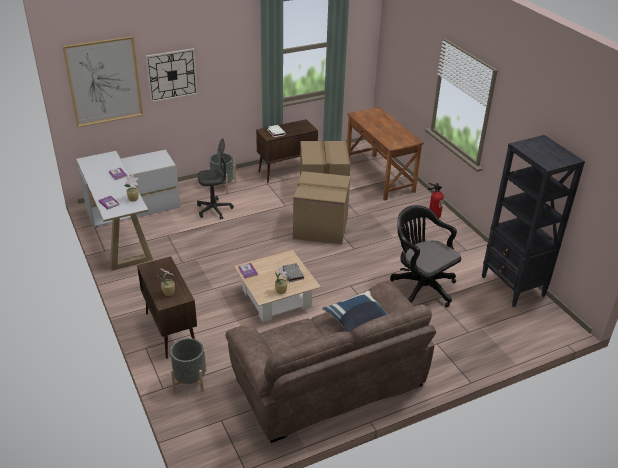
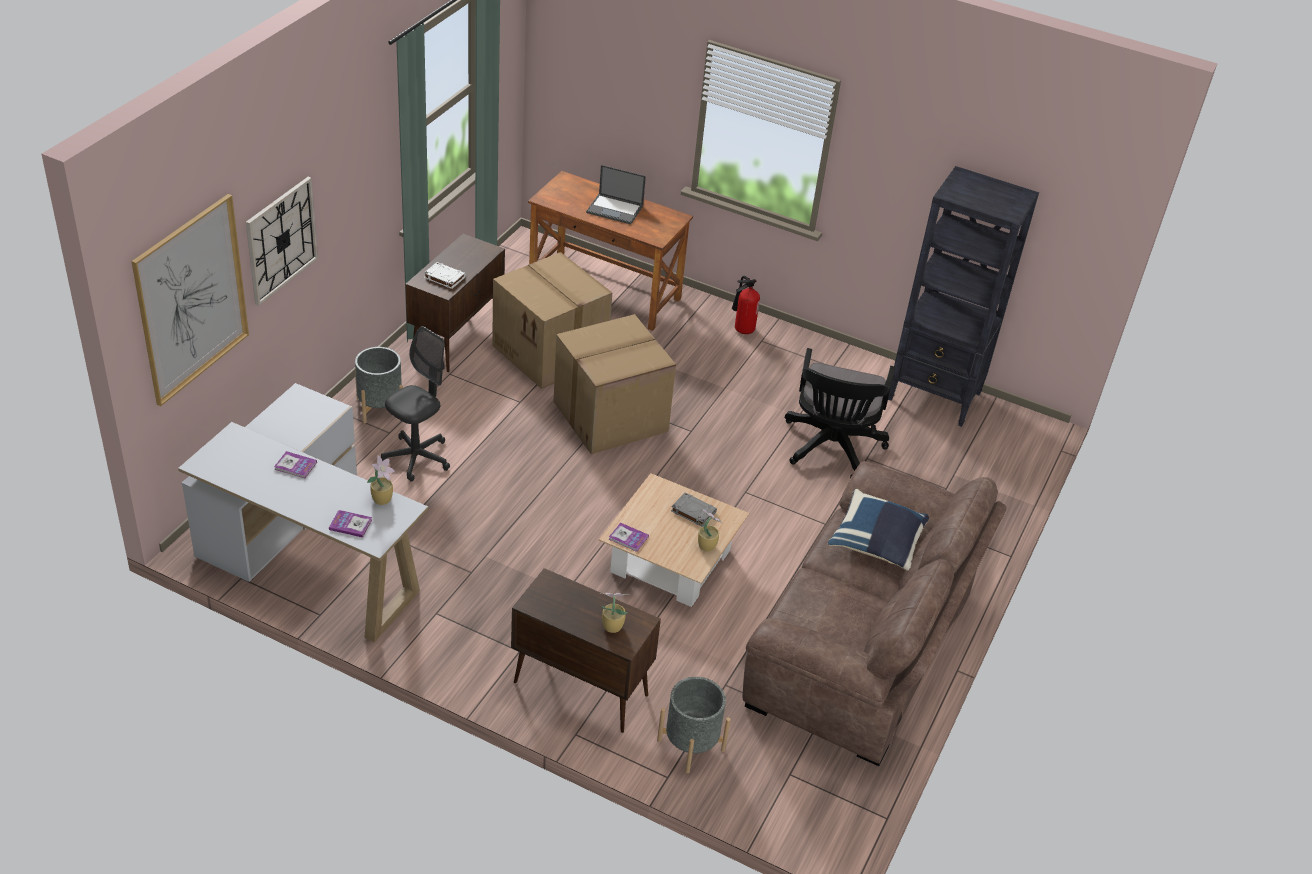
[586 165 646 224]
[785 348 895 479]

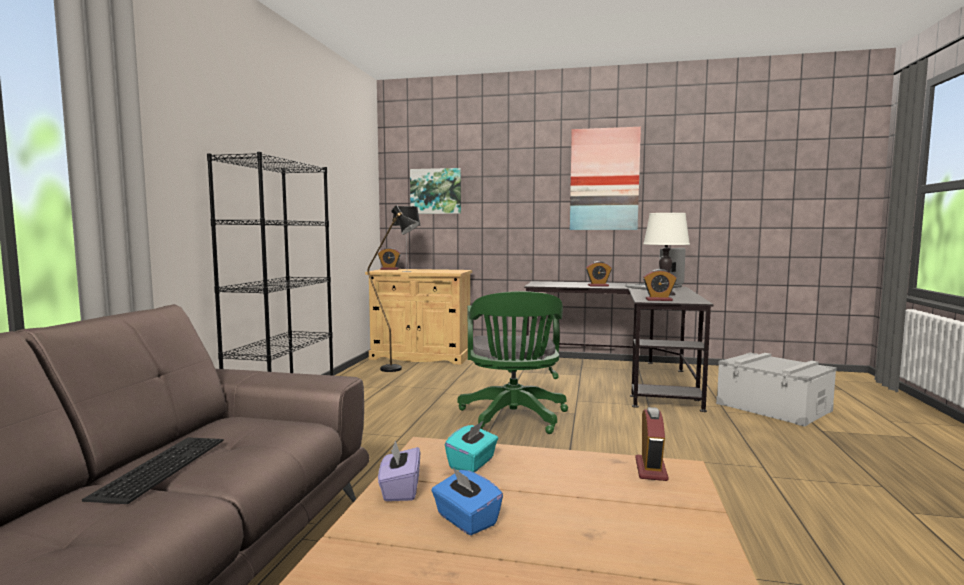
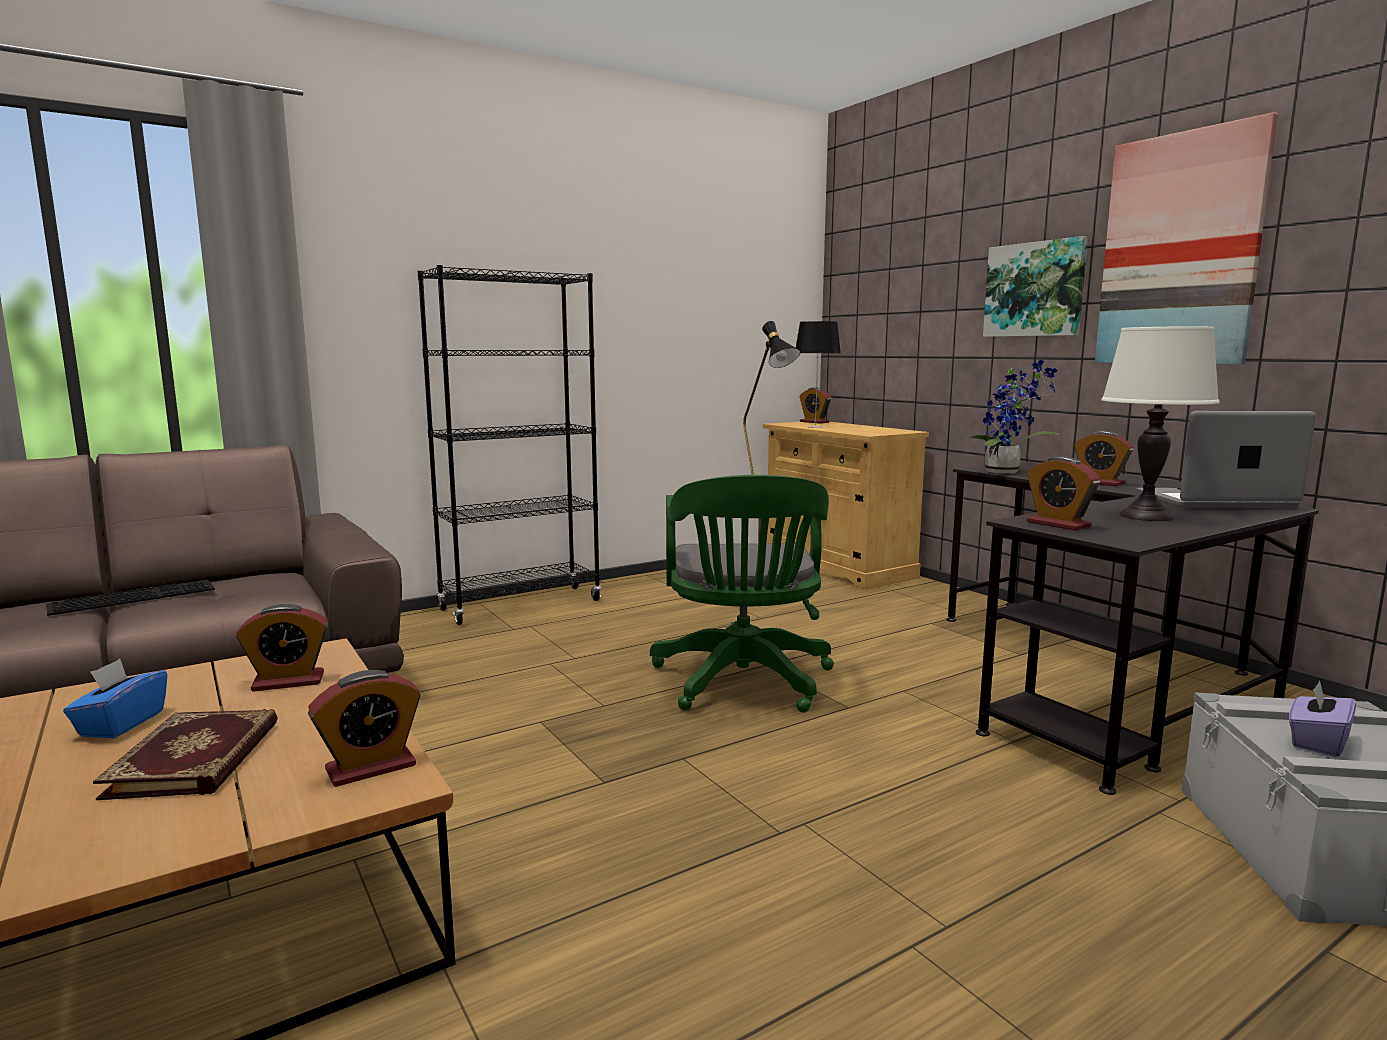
[93 709 278 800]
[236 604 328 692]
[650 475 834 713]
[970 360 1060 473]
[983 236 1088 337]
[1289 680 1356 757]

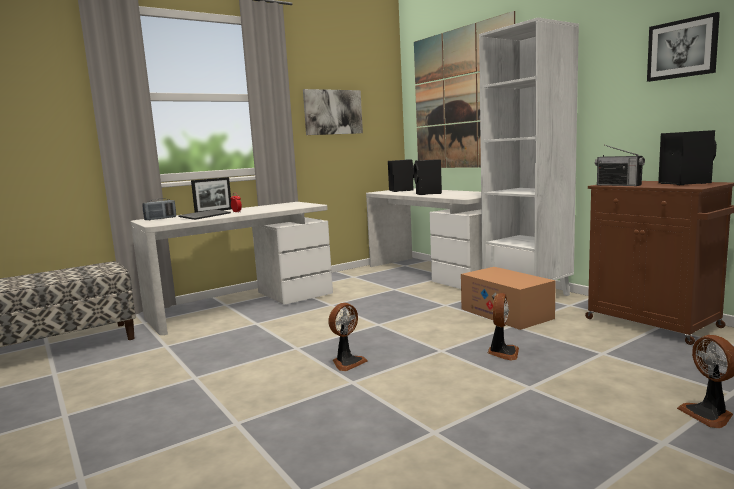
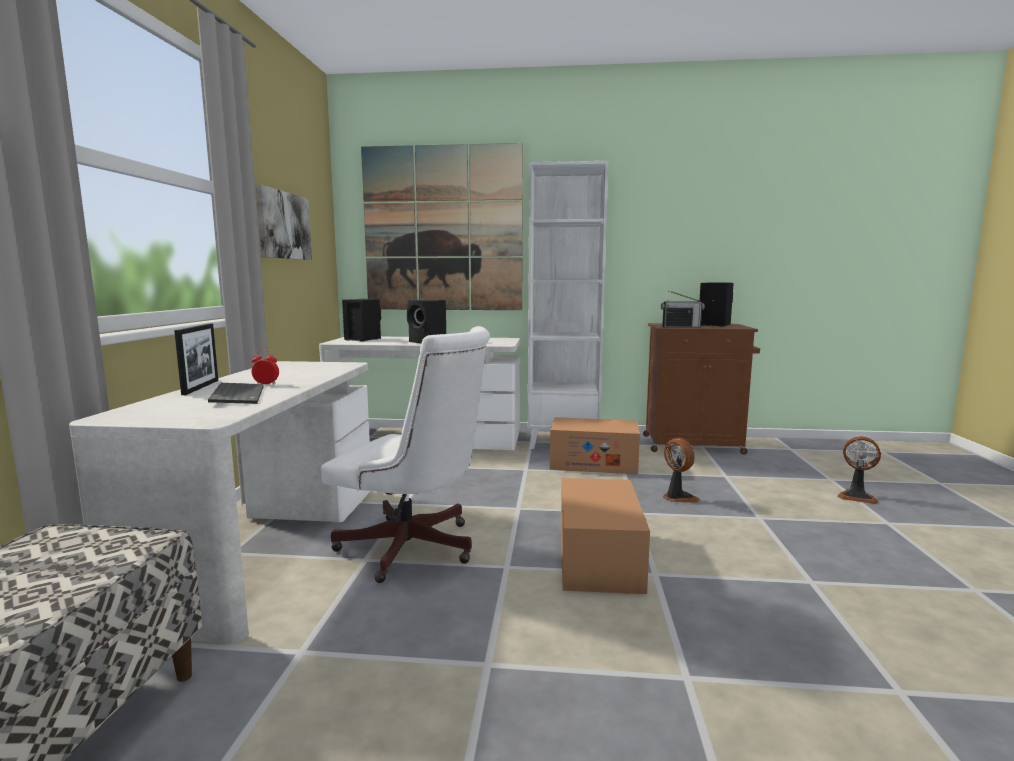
[321 326 490 583]
[561 478 650 594]
[142 198 176 220] (first image)
[647 12 720 82] (first image)

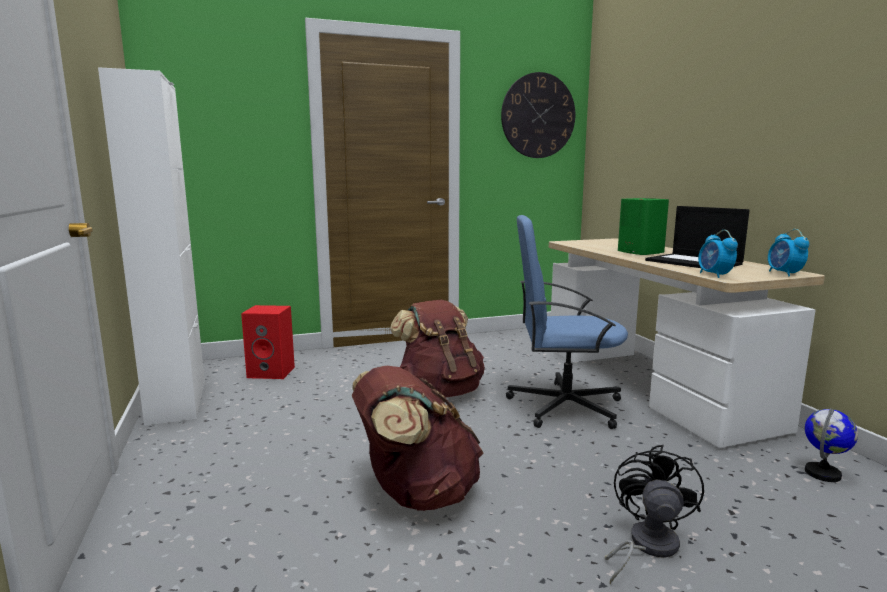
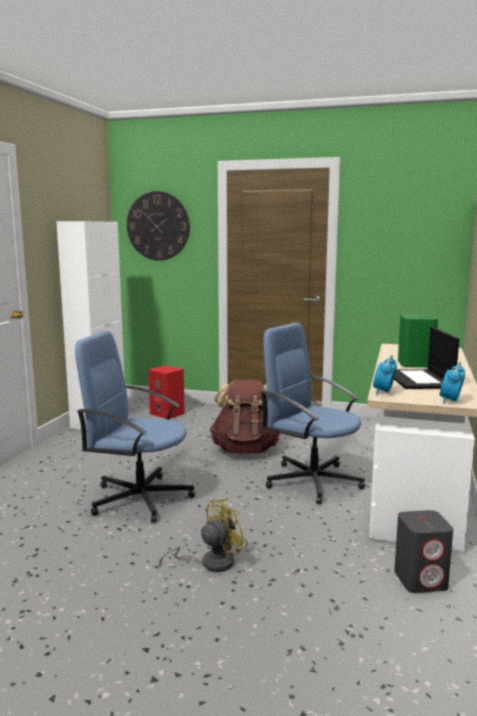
[75 331 195 523]
[127 191 190 261]
[159 498 248 572]
[394 510 453 593]

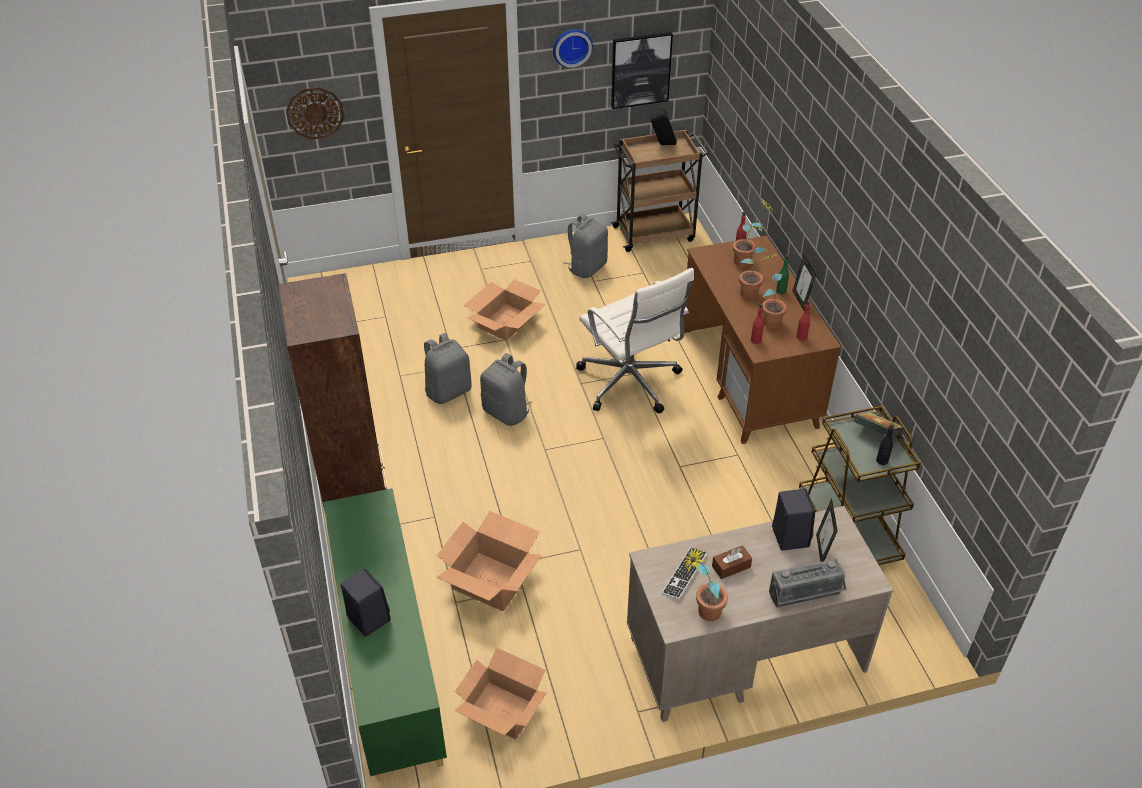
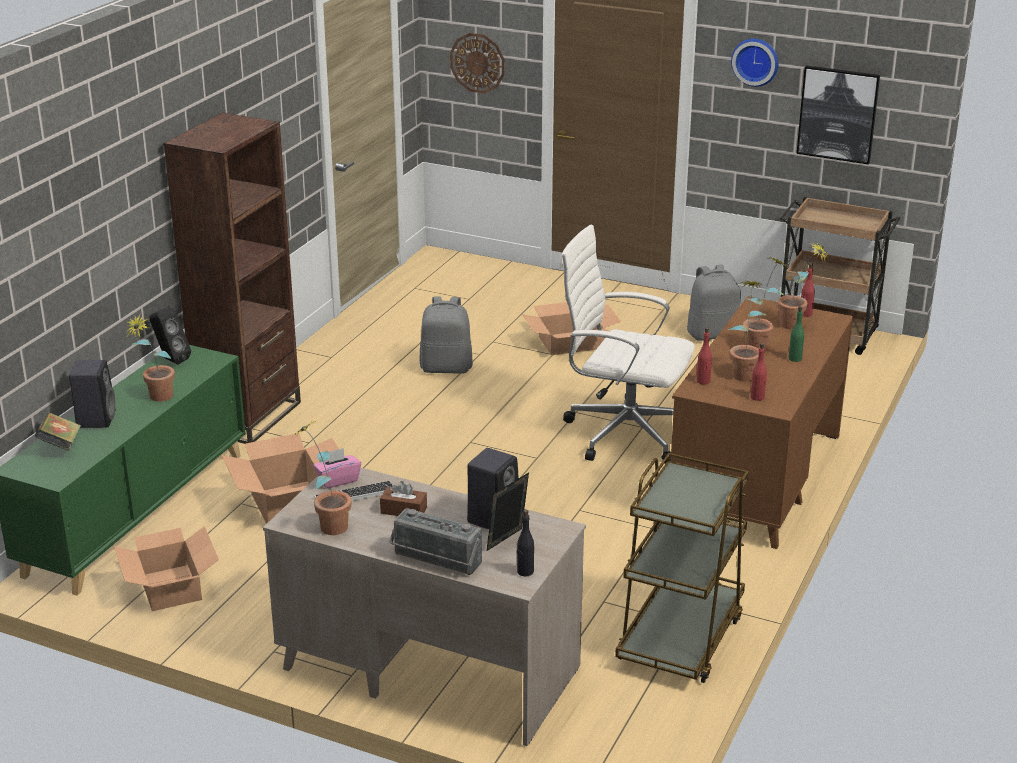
[35 412 81 451]
[126 315 175 402]
[149 307 191 364]
[313 448 361 489]
[517 510 534 576]
[560 225 695 464]
[480 353 532 426] (first image)
[793 255 816 310] (first image)

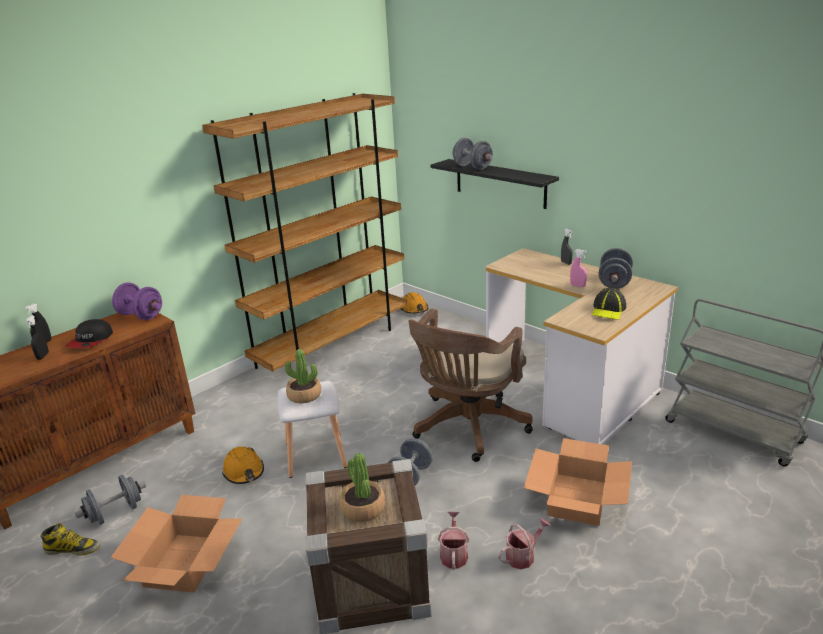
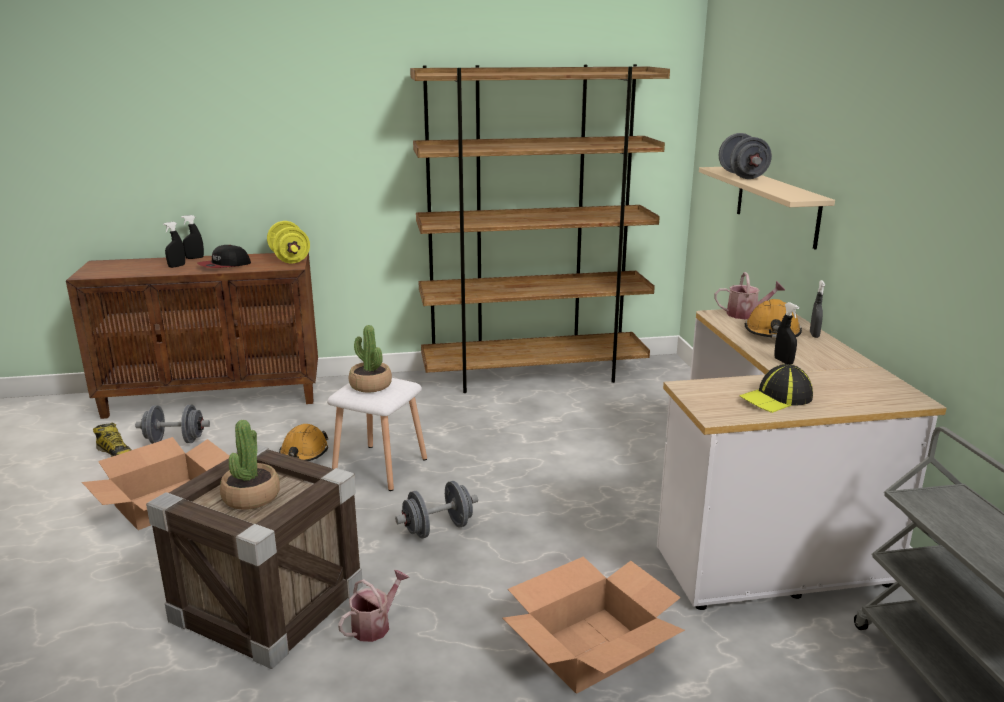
[267 221 310 264]
[699 167 835 249]
[715 272 785 319]
[745 299 802 338]
[774 302 799 364]
[408 308 533 462] (first image)
[598 248 633 289] (first image)

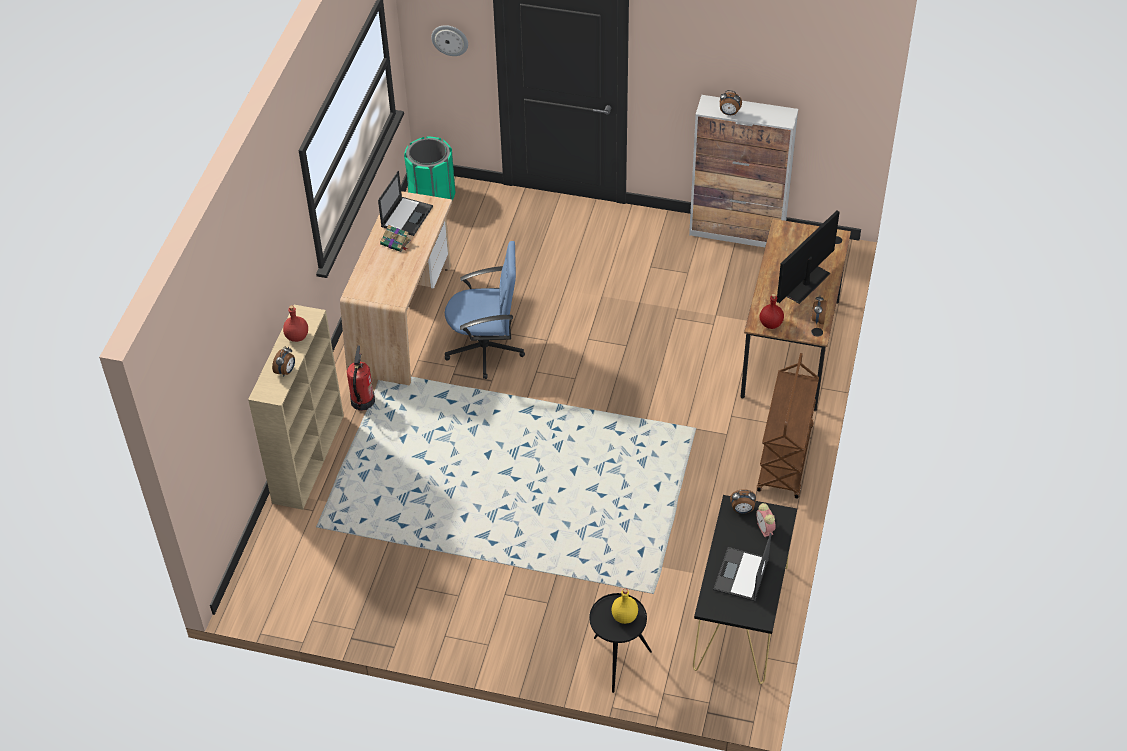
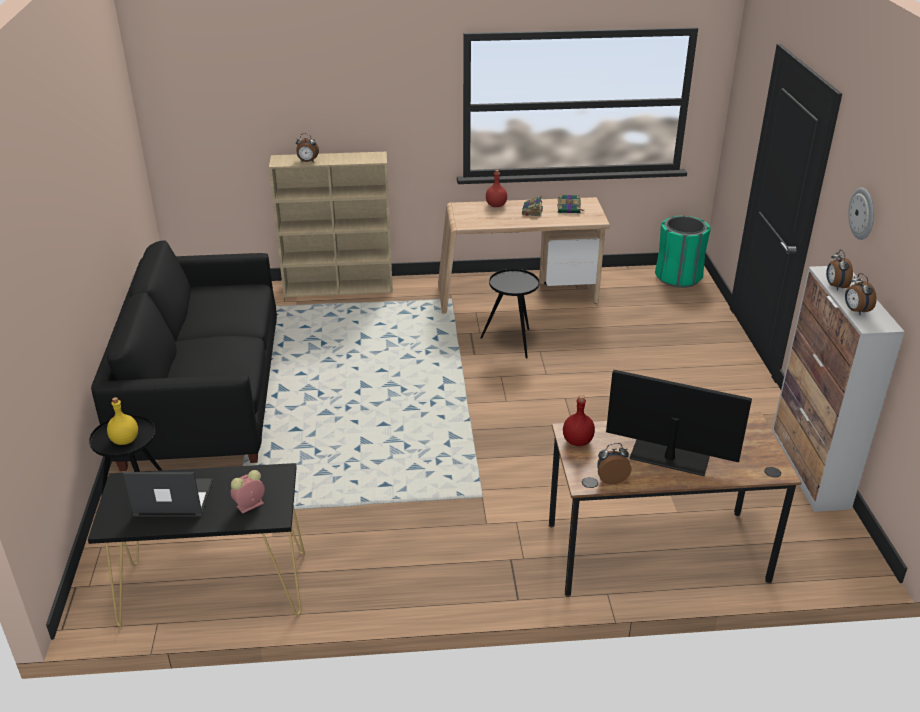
[91 240 277 471]
[481 269 539 358]
[486 170 507 207]
[557 195 584 213]
[845 273 877 315]
[848 188 874 240]
[347 345 375 411] (first image)
[757 353 819 499] (first image)

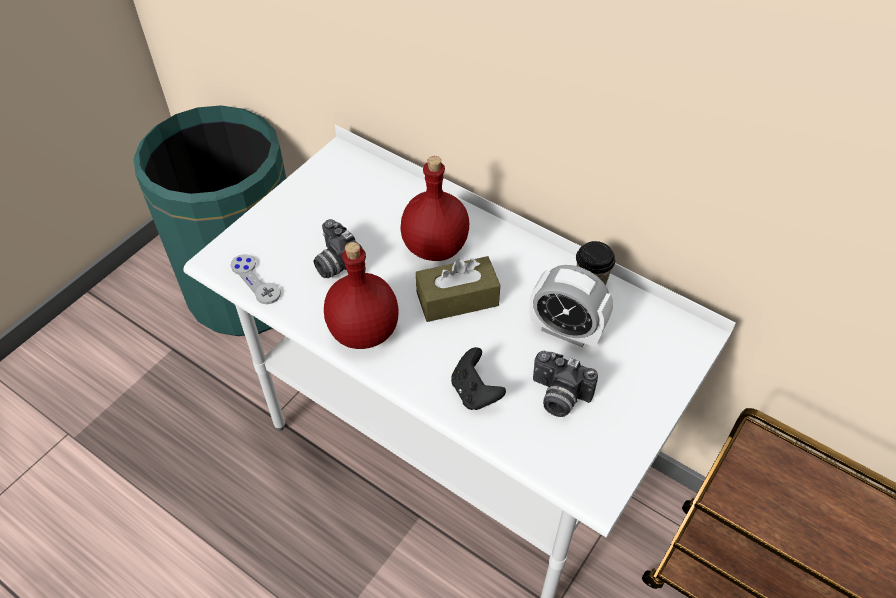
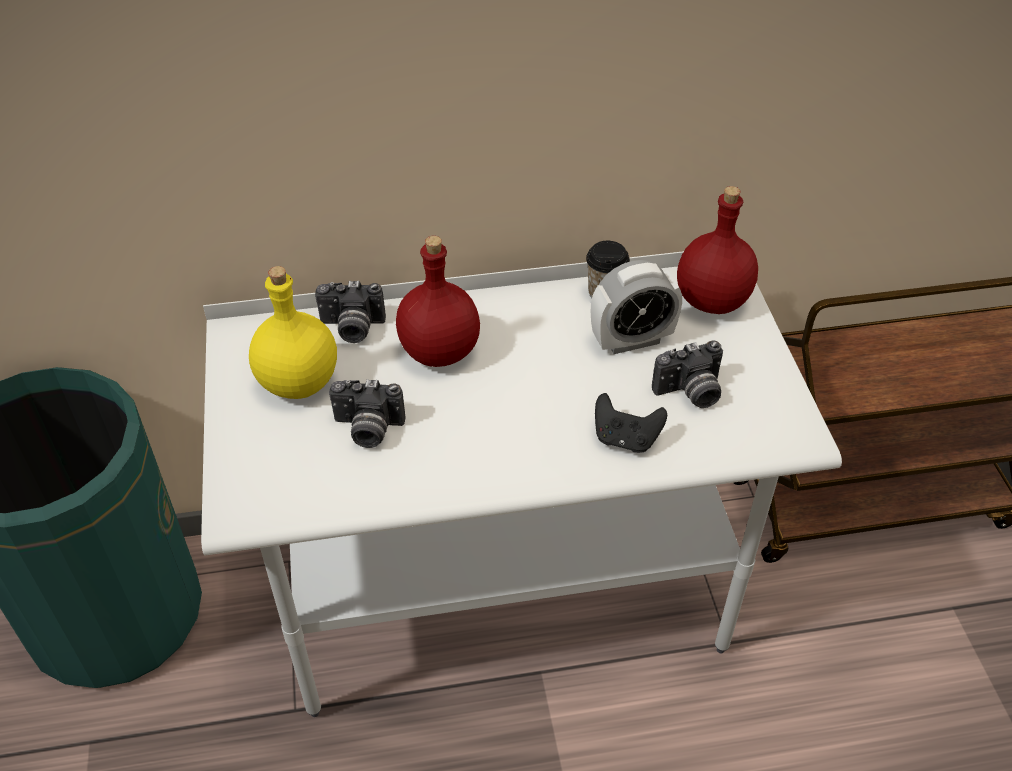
[249 266 337 399]
[315 281 386 343]
[677 186 758 314]
[230 254 281 304] (first image)
[416 256 501 322] (first image)

